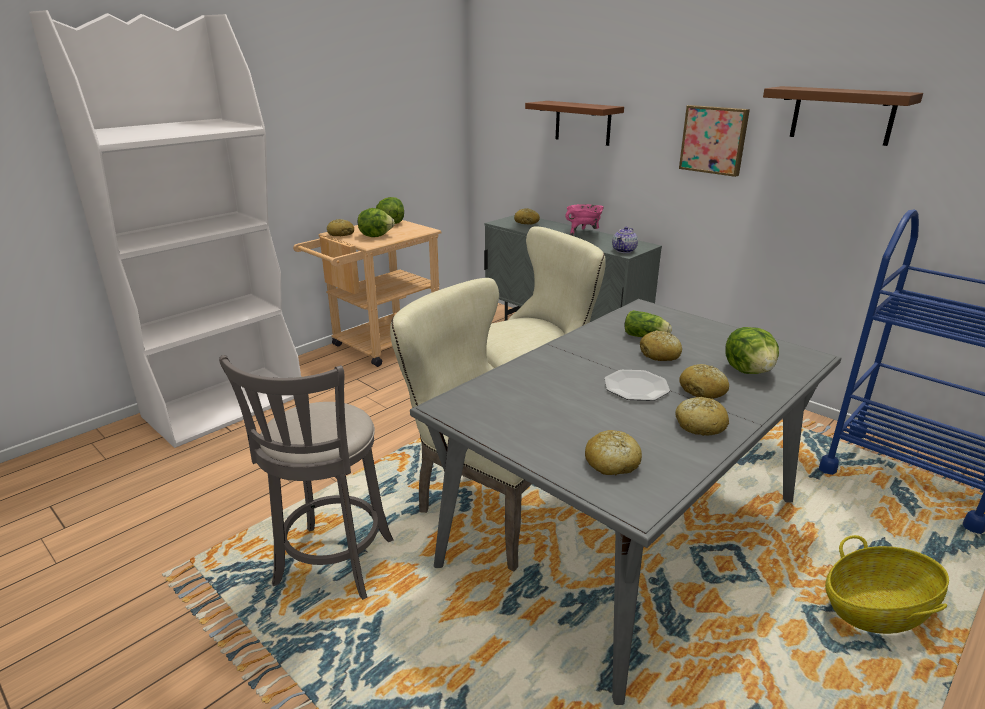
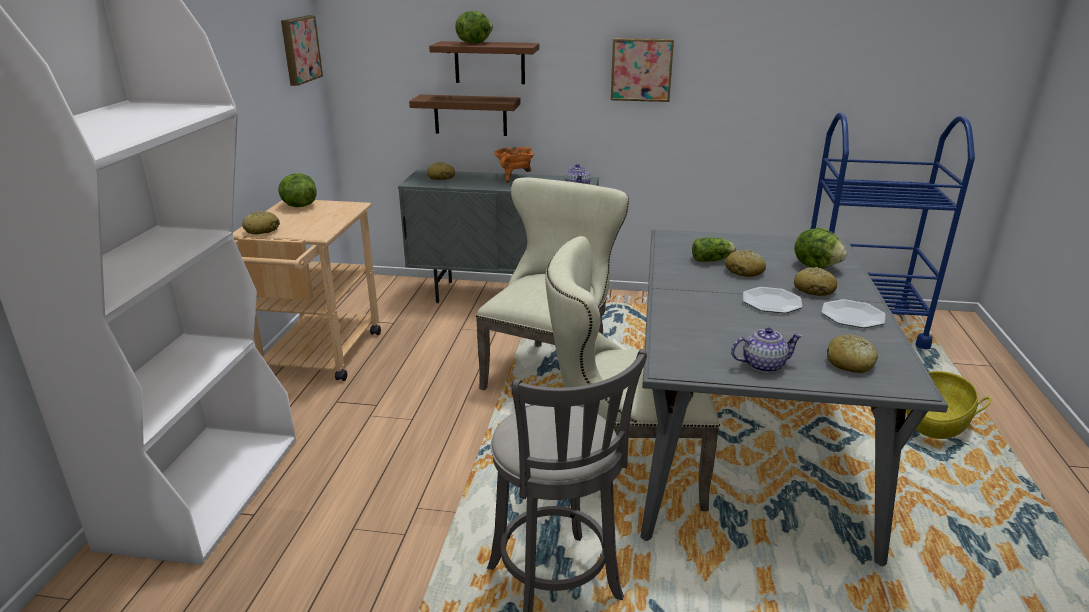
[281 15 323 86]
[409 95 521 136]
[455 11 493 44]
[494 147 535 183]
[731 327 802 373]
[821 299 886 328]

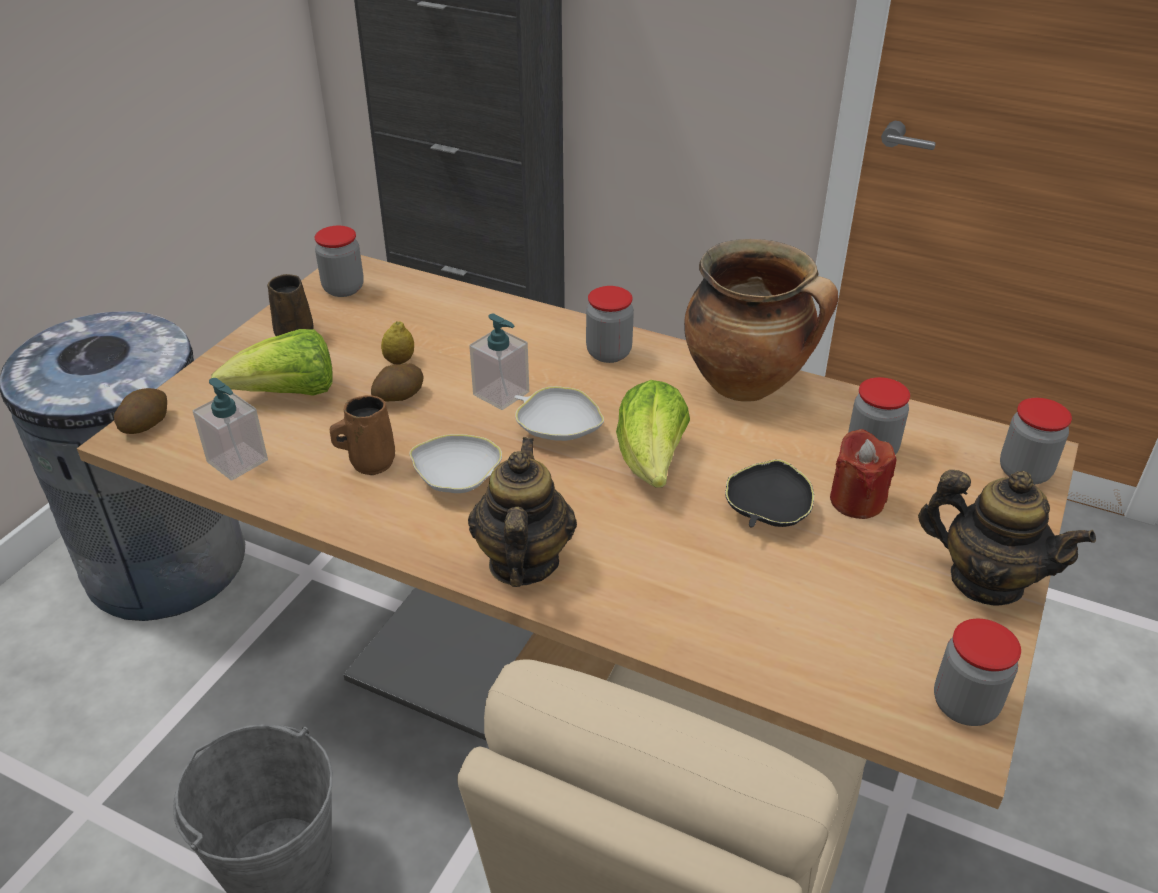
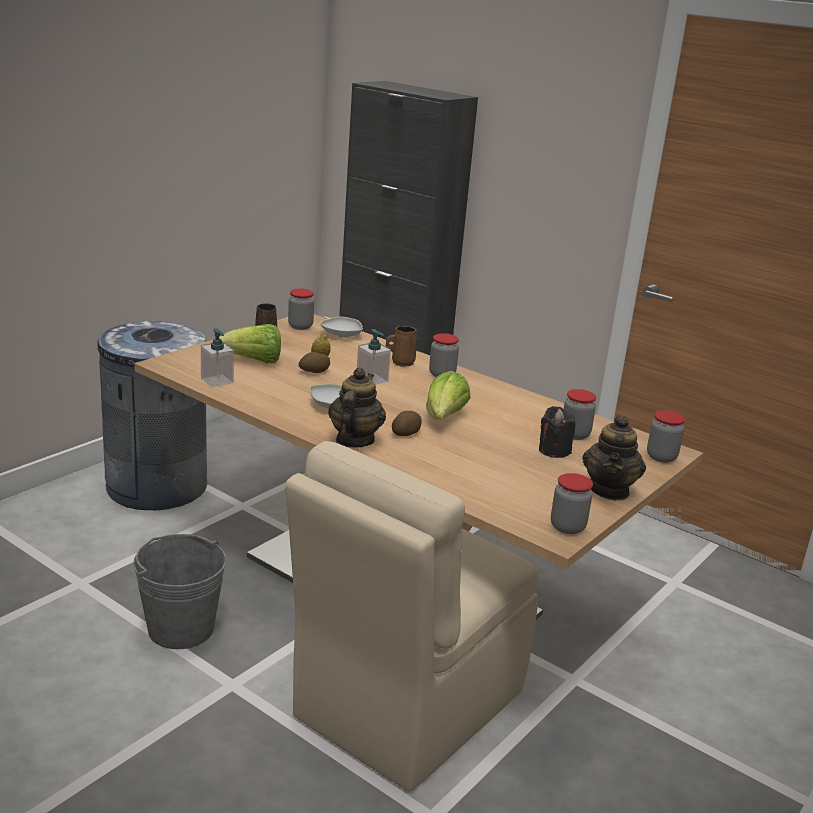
[320 317 363 338]
[386 326 417 367]
[392 411 422 436]
[539 406 576 458]
[582 415 646 500]
[684 239 838 401] (first image)
[725 459 814 528] (first image)

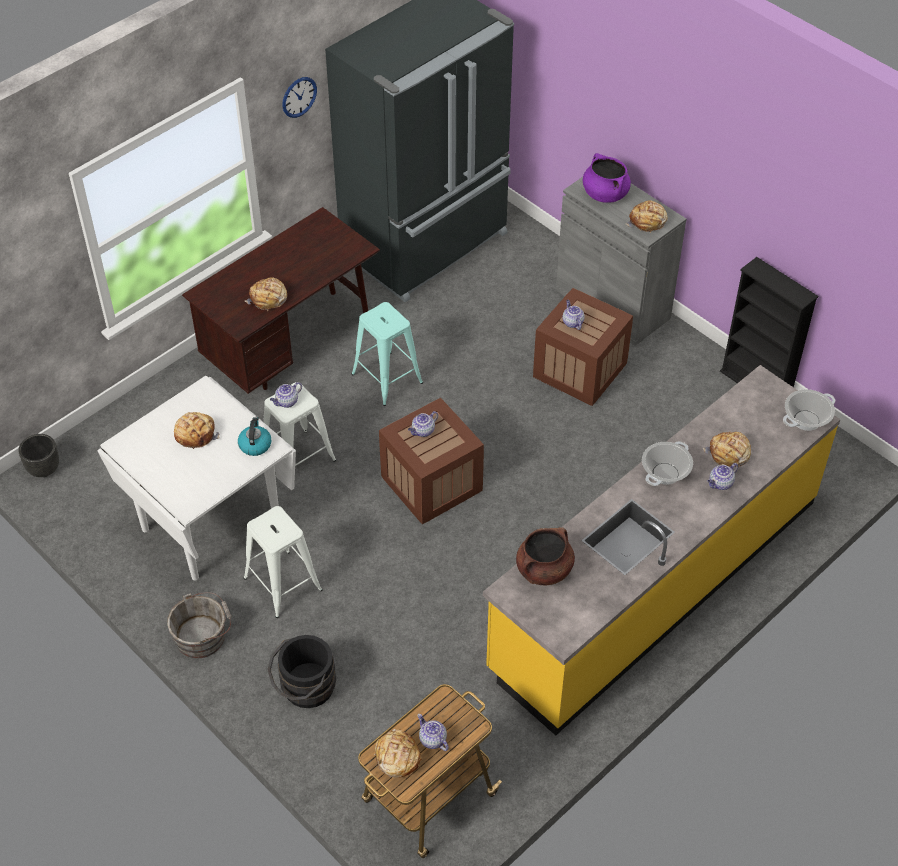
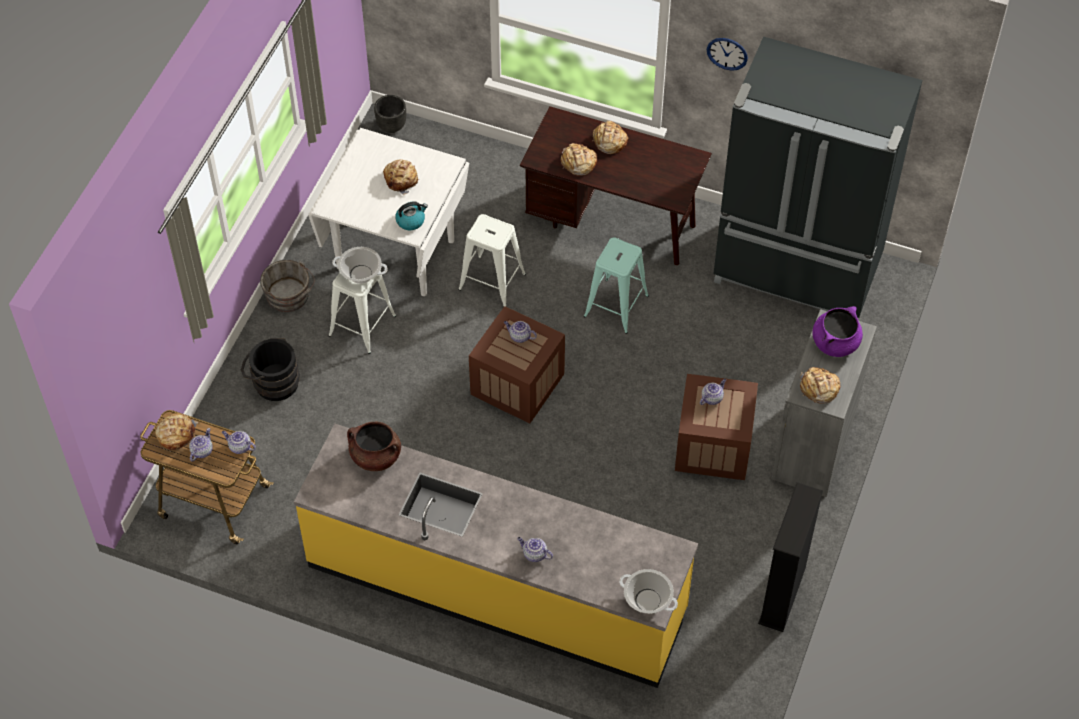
[222 431 256 454]
[332 247 387 284]
[593 121 628 154]

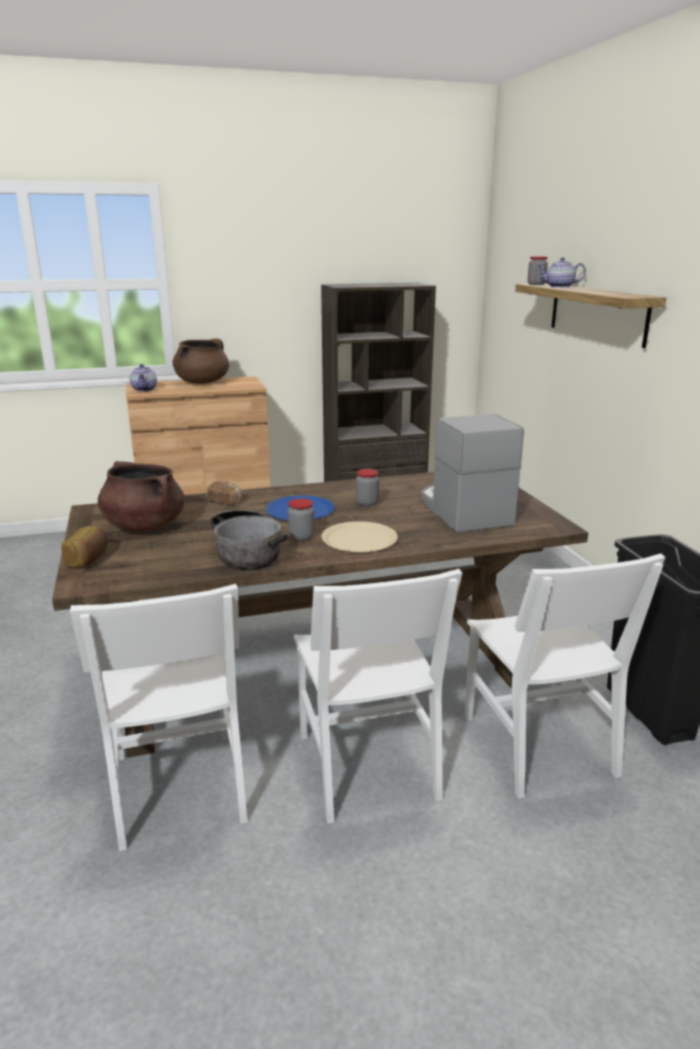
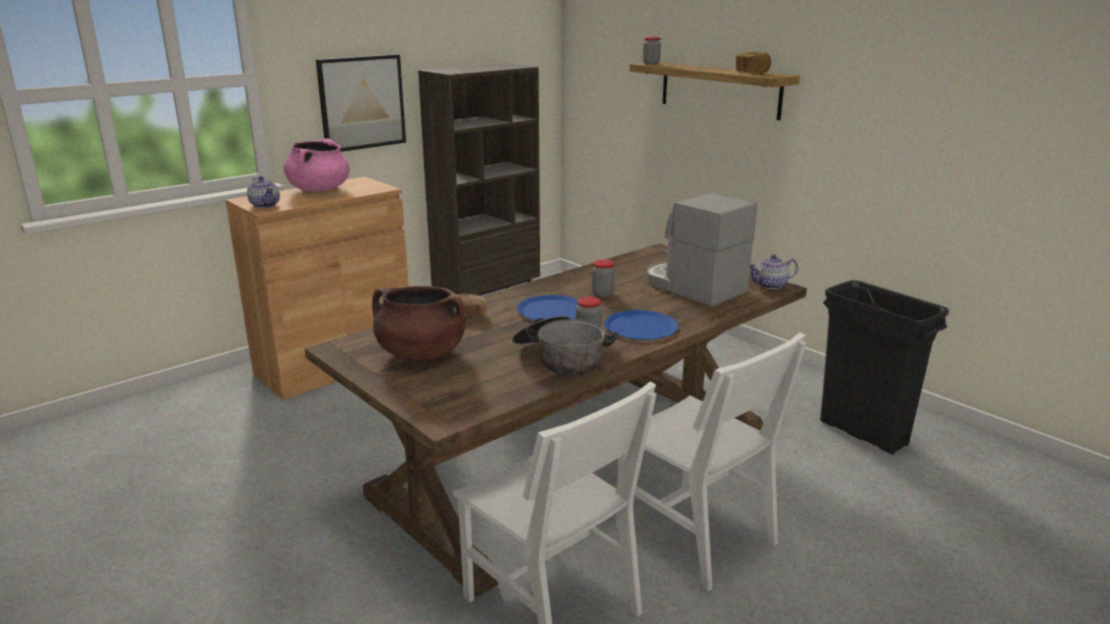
[284 138 350 192]
[316 54 406 152]
[604 310 678 340]
[736 52 771 73]
[750 254 798 289]
[464 553 666 799] (first image)

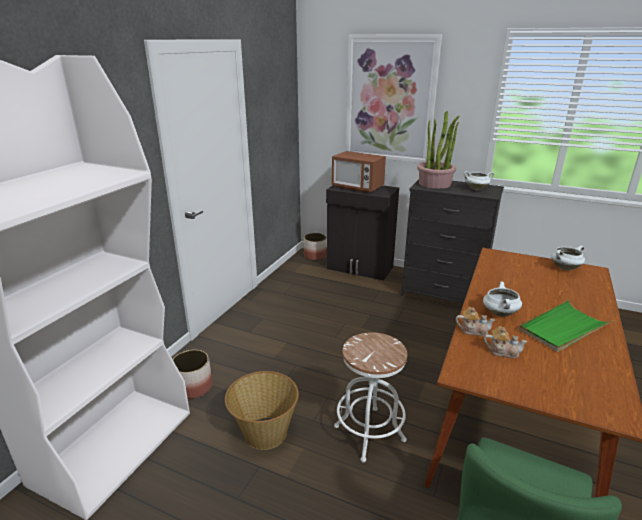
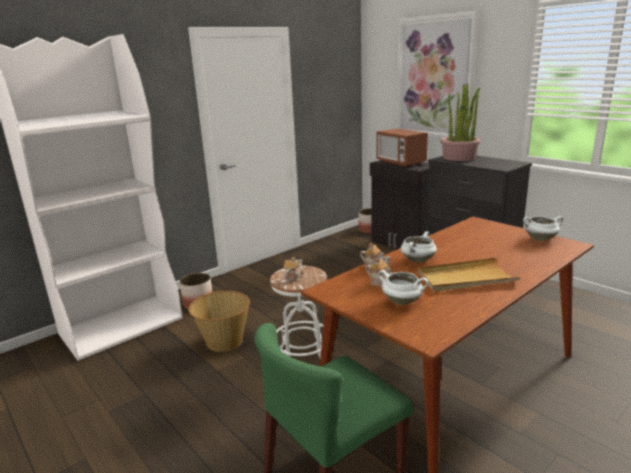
[284 257 304 282]
[378 270 428 305]
[418 257 520 292]

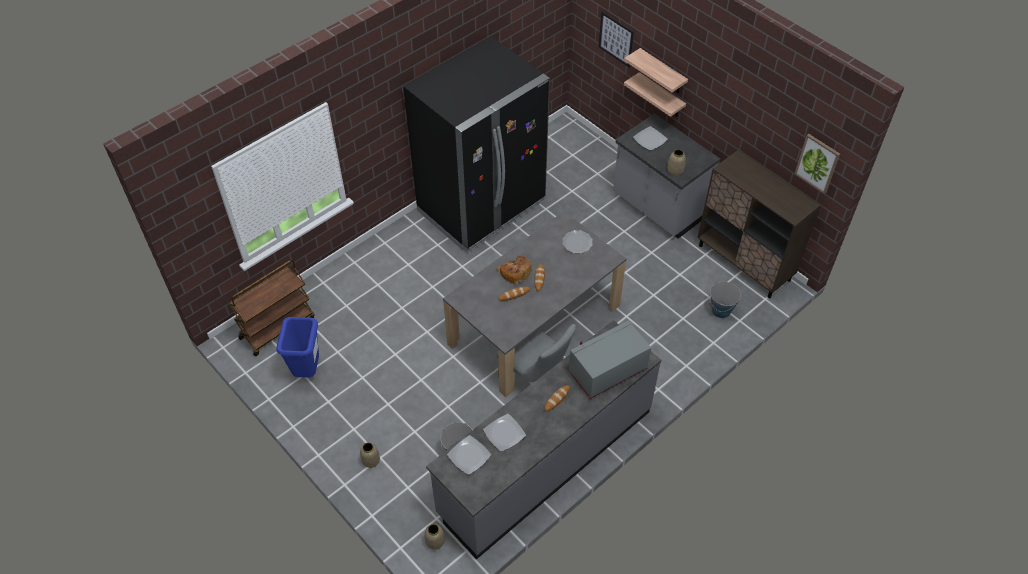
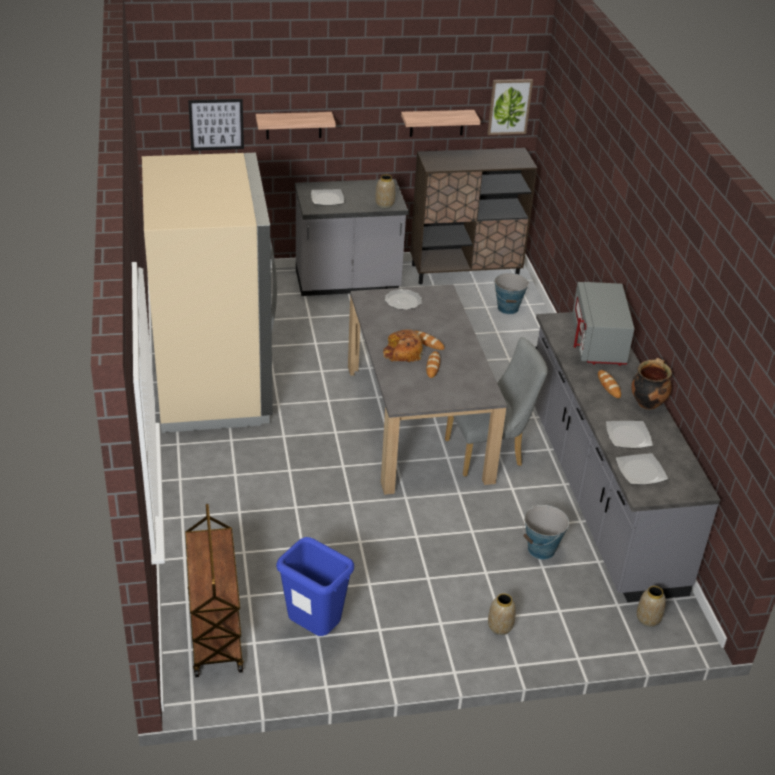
[142 153 277 433]
[401 110 480 137]
[631 358 672 409]

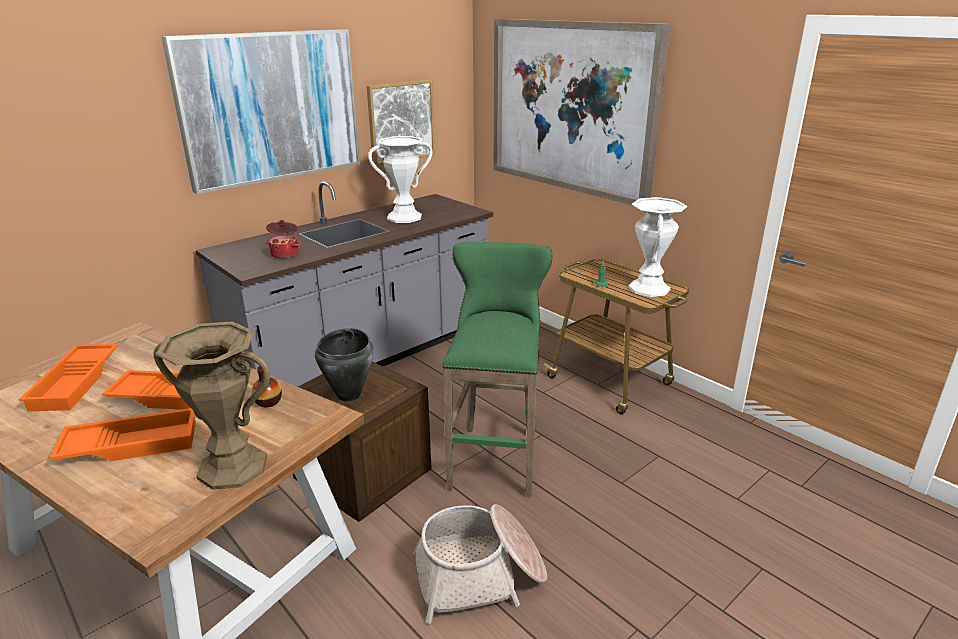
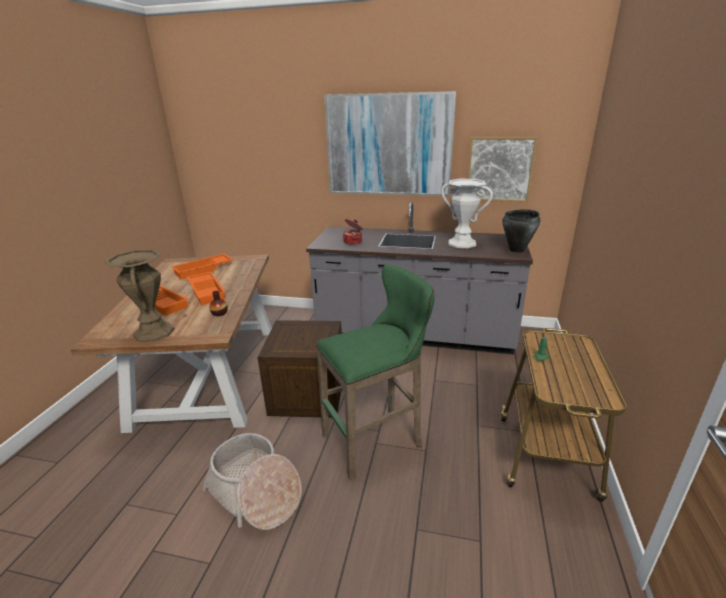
[502 209 540 253]
[494 19 671 205] (first image)
[628 197 687 297] (first image)

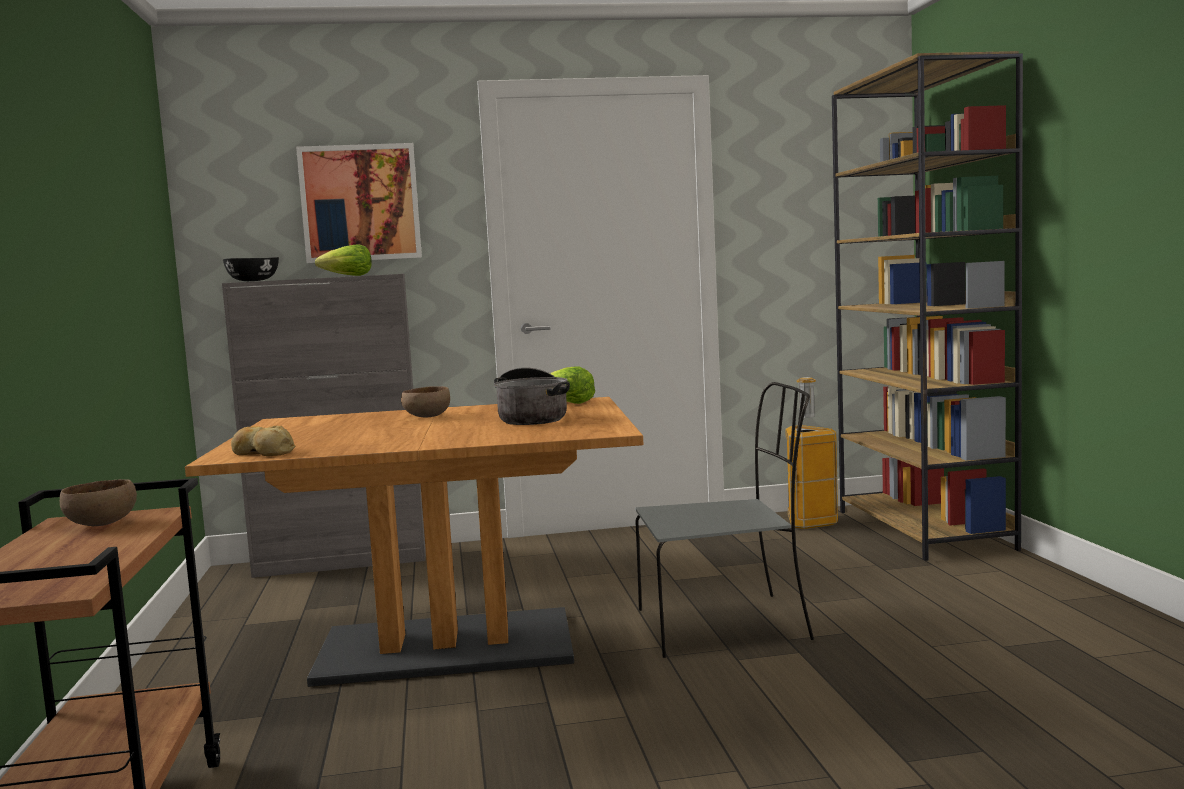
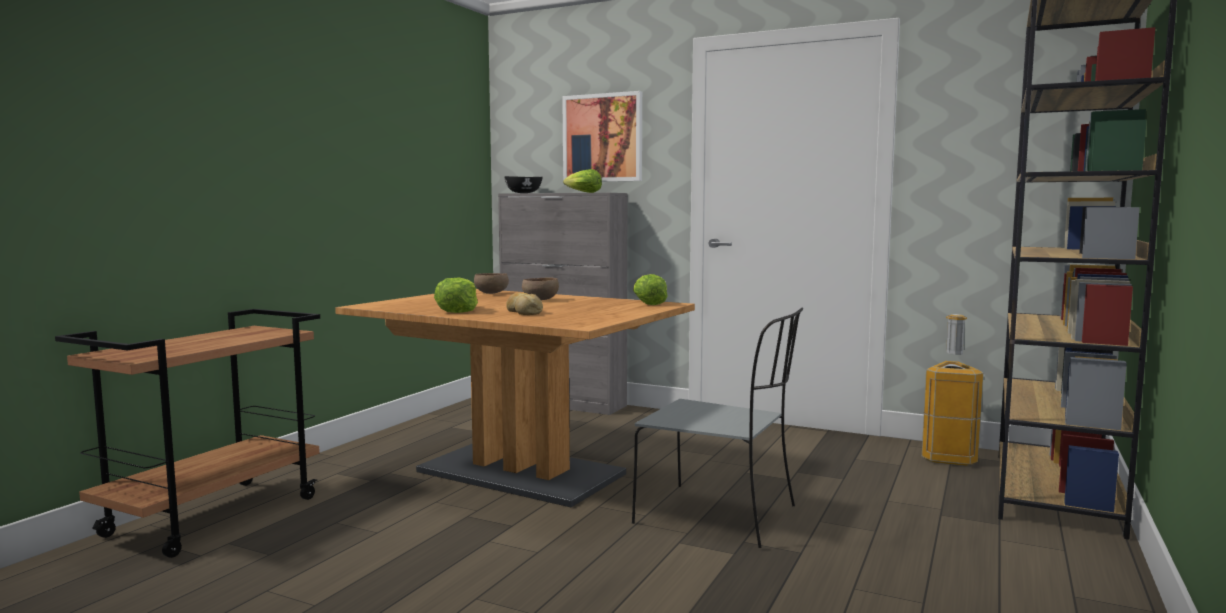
[434 277 478 313]
[474 273 509 294]
[506 293 543 315]
[494 367 570 425] (first image)

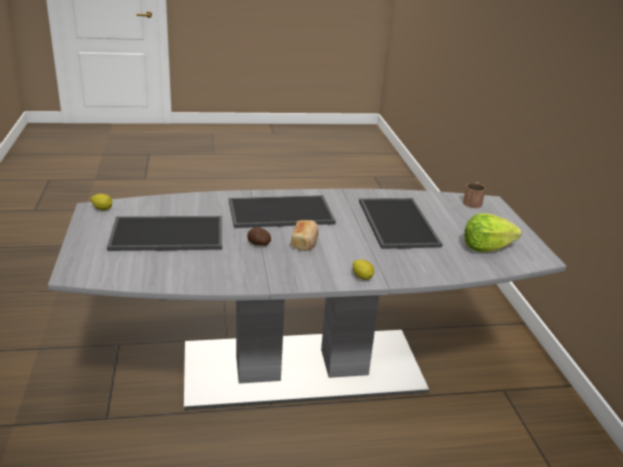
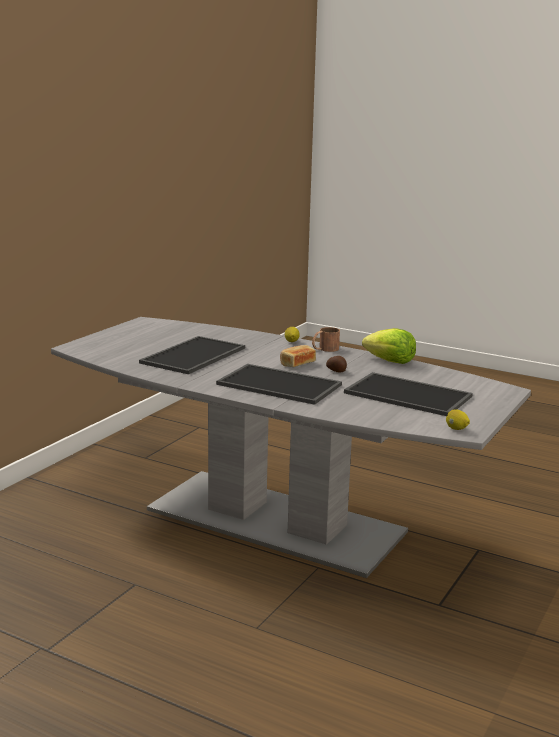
[312 327 340 352]
[362 328 416 364]

